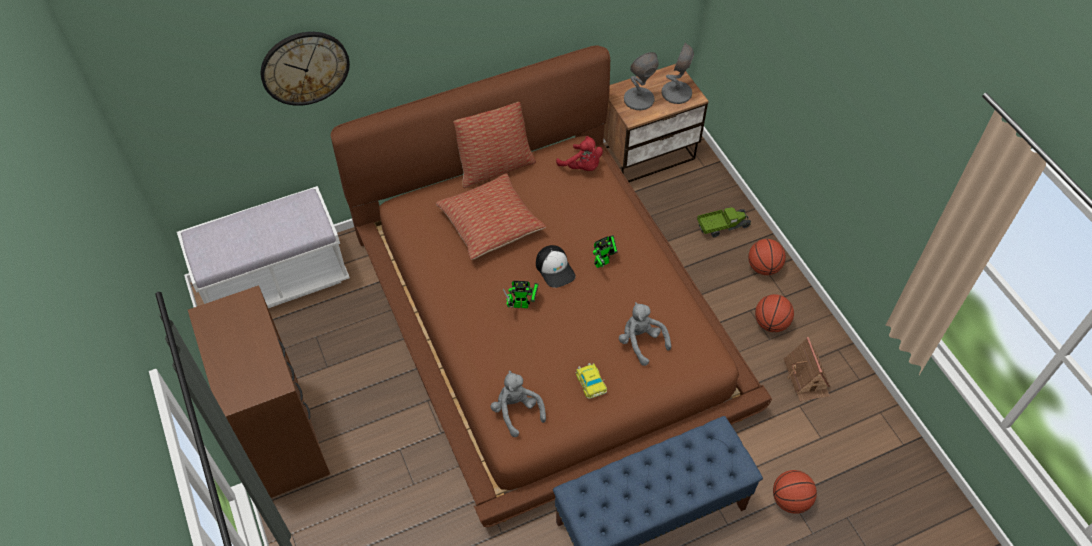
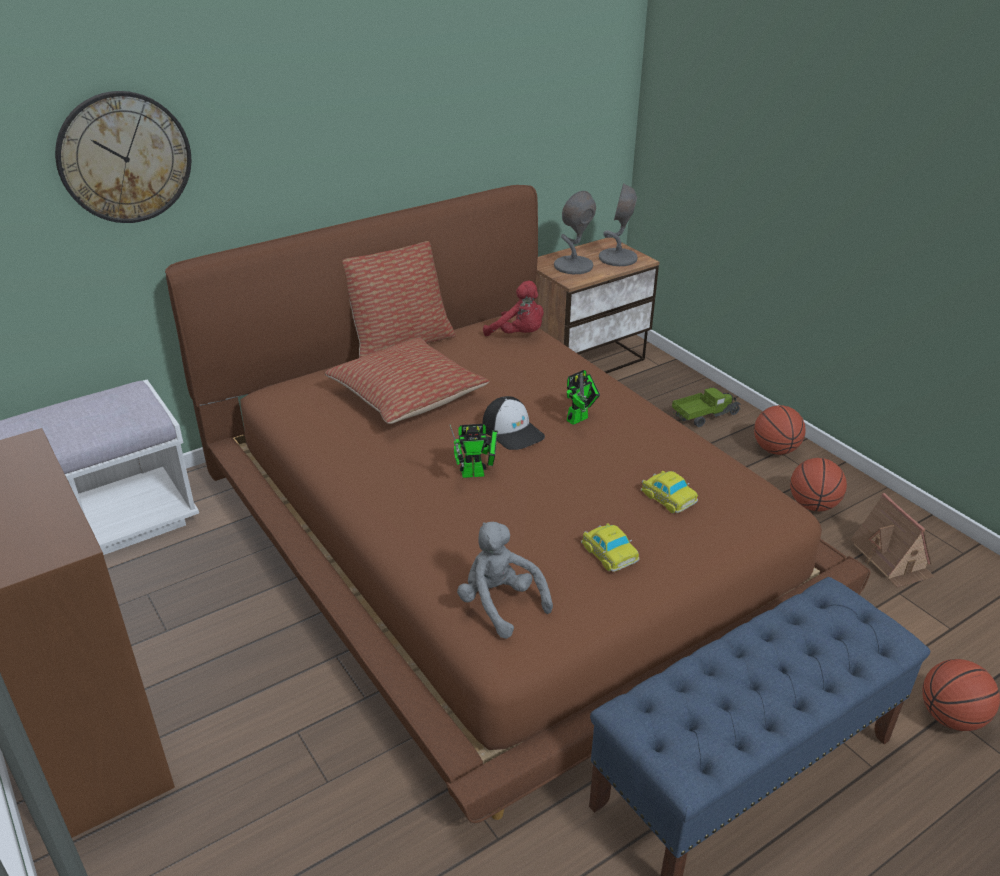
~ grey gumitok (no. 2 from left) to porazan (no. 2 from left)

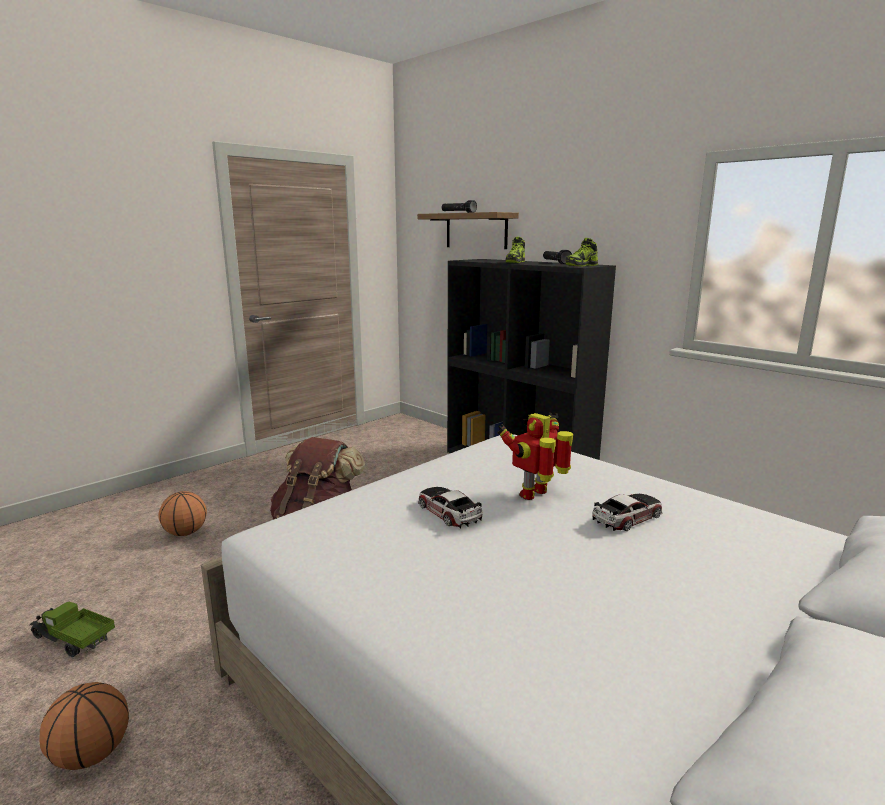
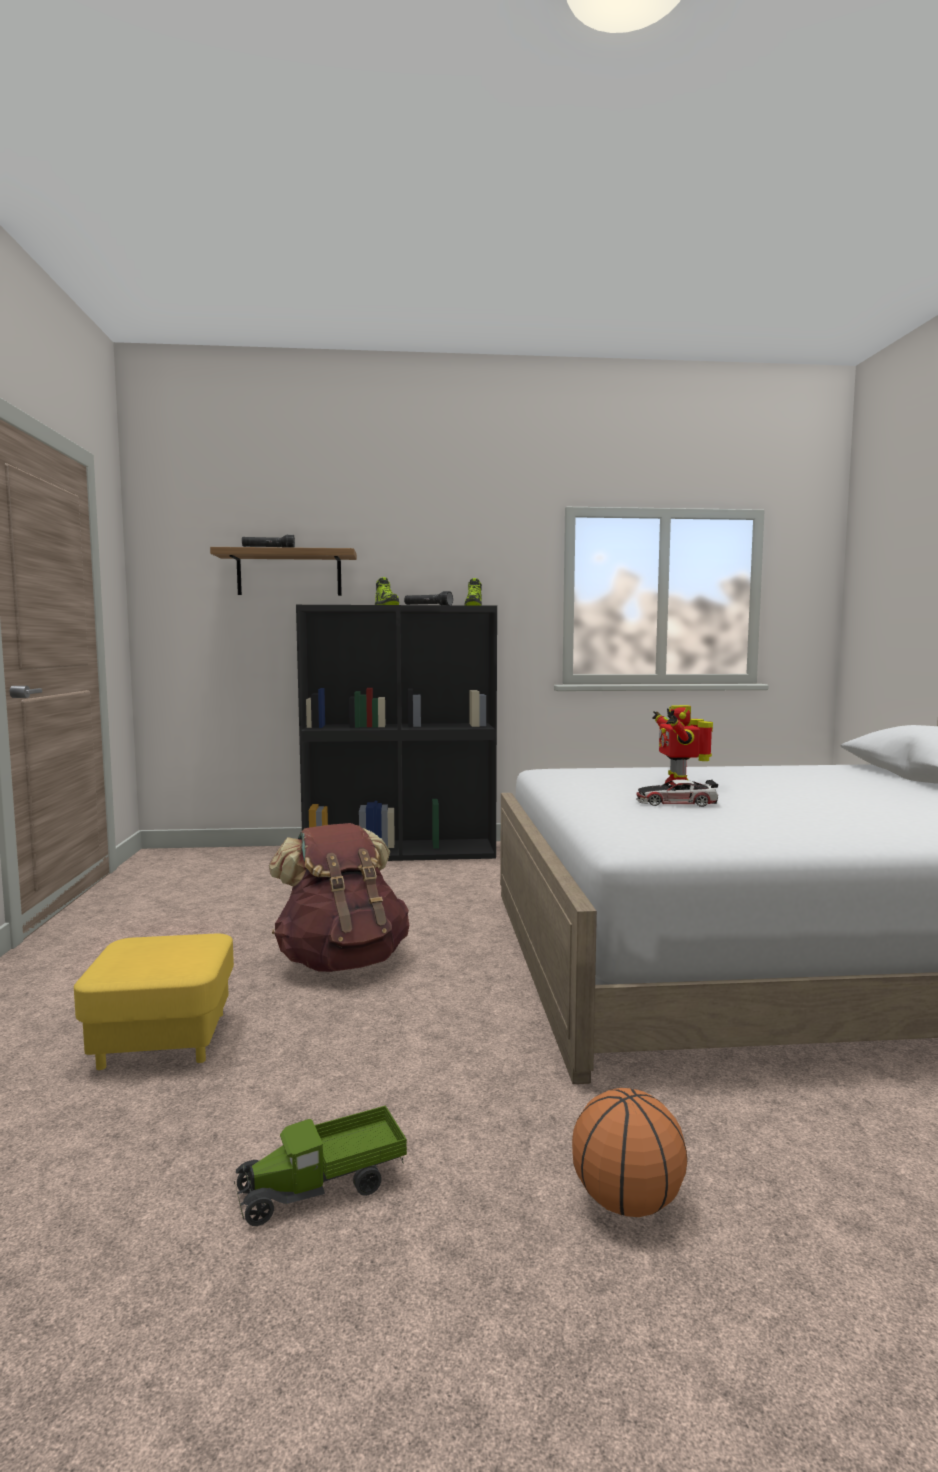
~ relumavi (no. 2 from left) to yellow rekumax
- porazan (no. 2 from left)

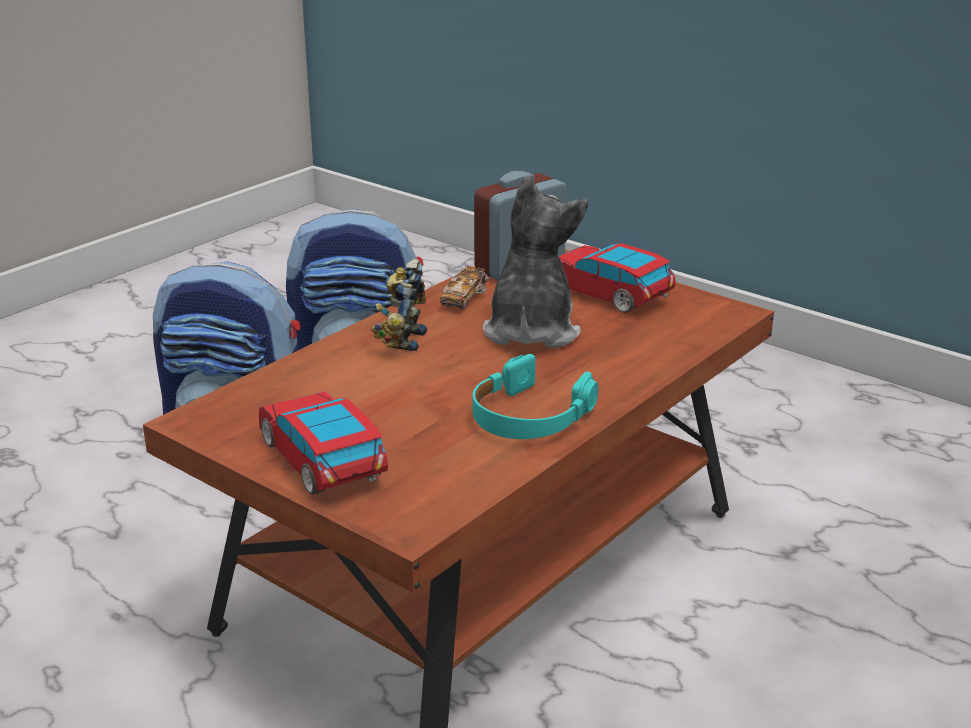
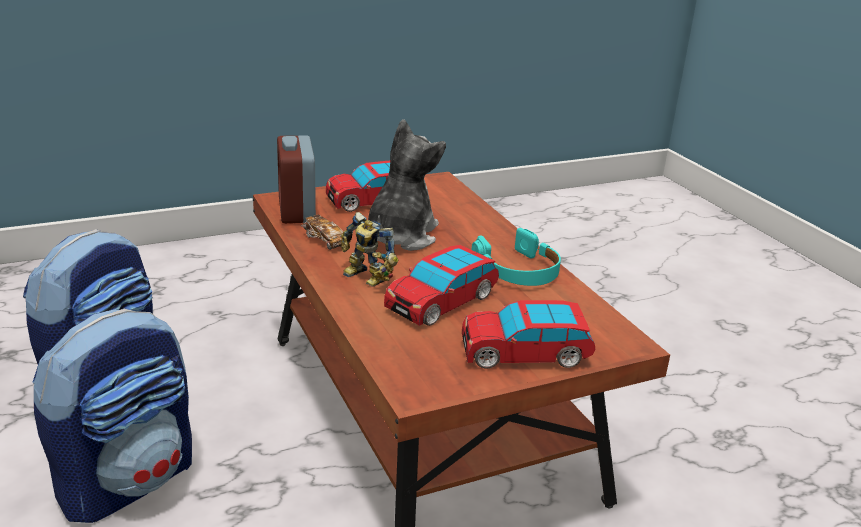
~ gumitok 75 degrees clockwise
+ porazan (no. 3 from left)

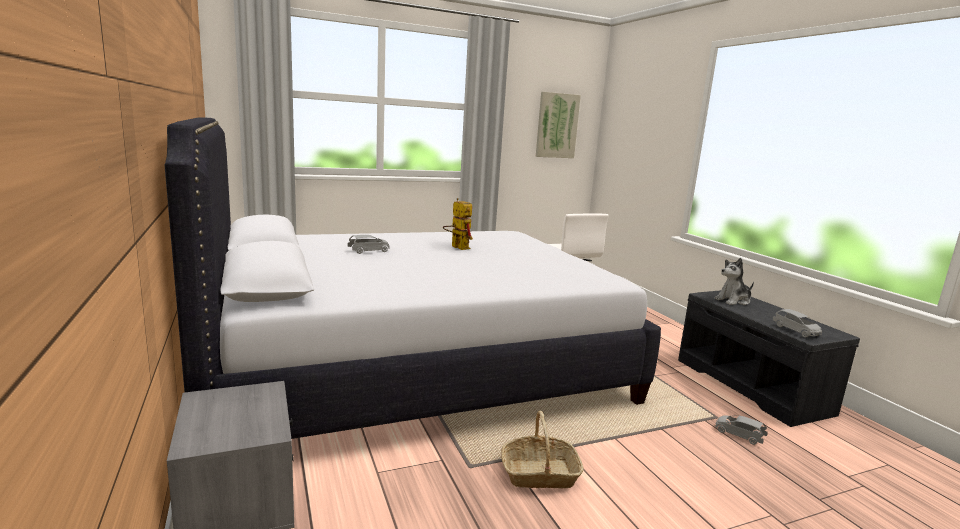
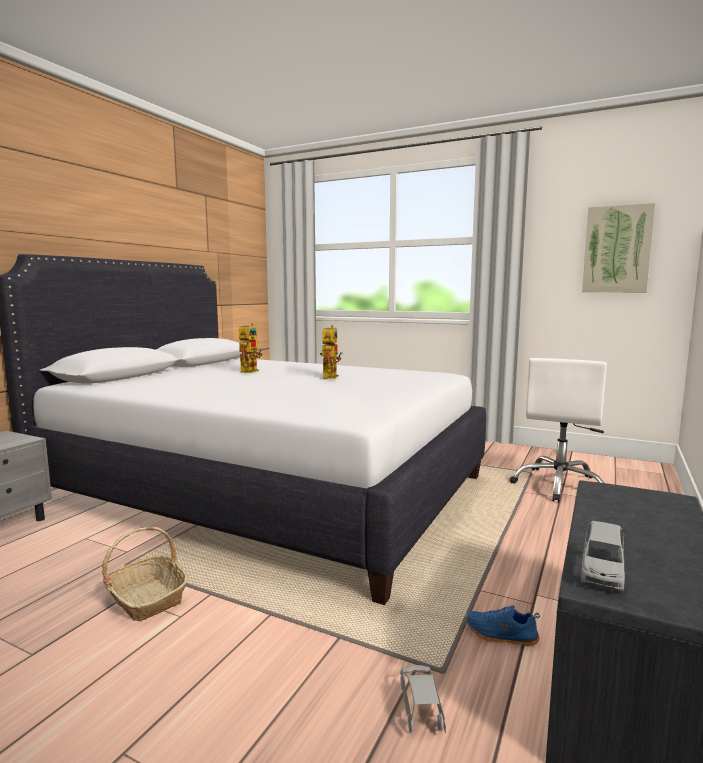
~ grey porazan (no. 1 from left) to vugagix (no. 1 from left)
- gumitok
+ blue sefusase

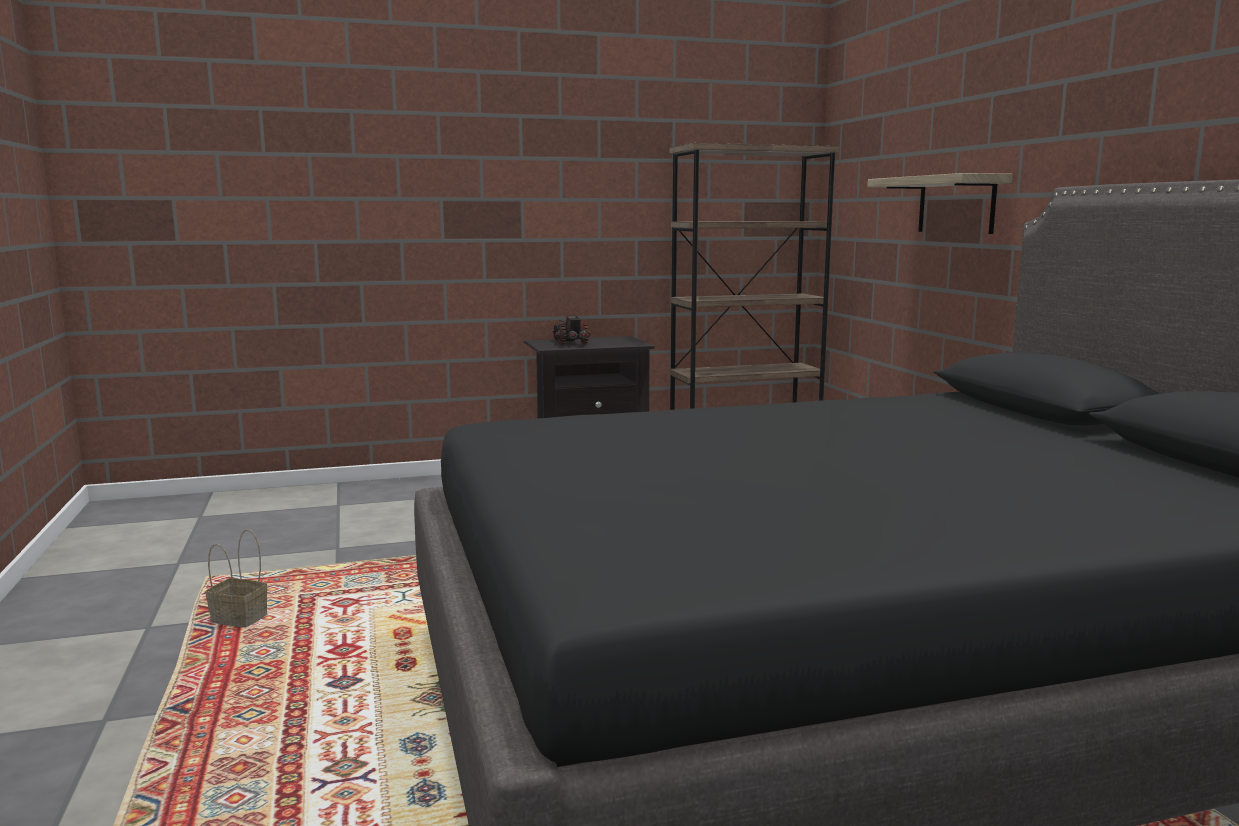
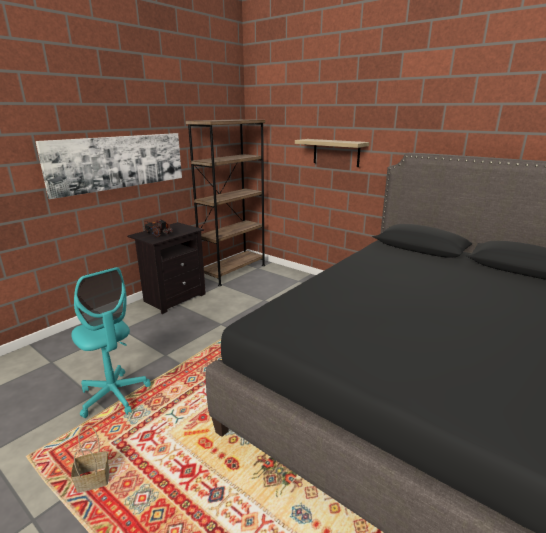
+ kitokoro
+ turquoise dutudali

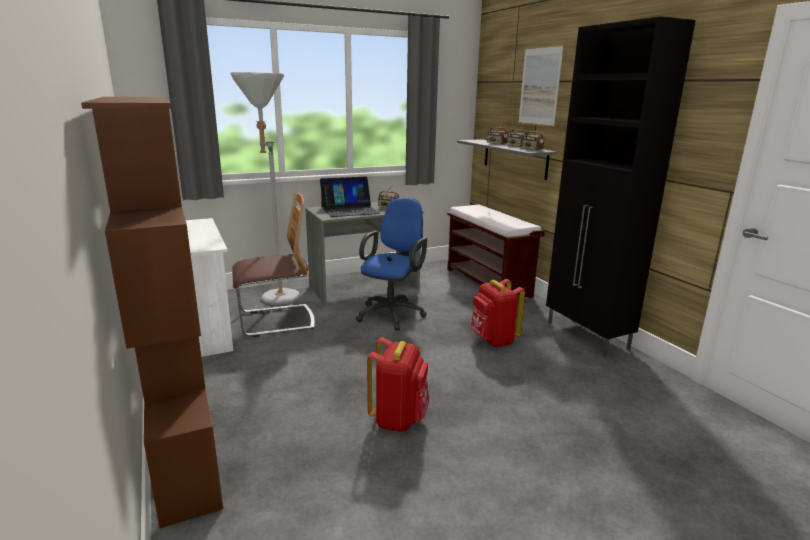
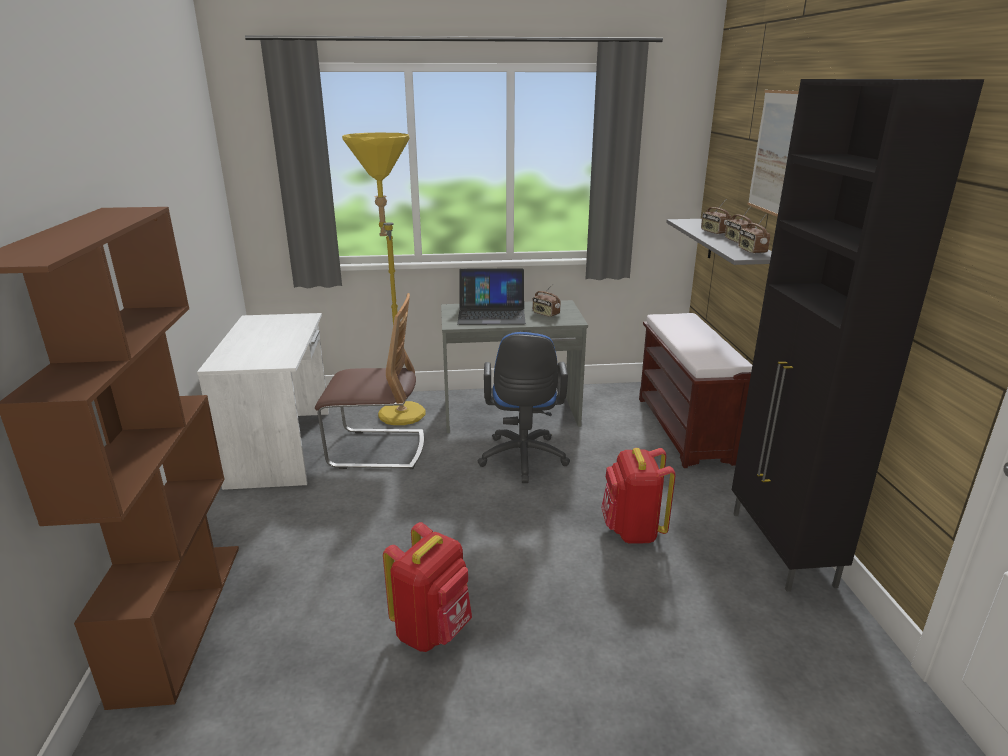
~ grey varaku to yellow varaku
~ blue dutudali 135 degrees clockwise

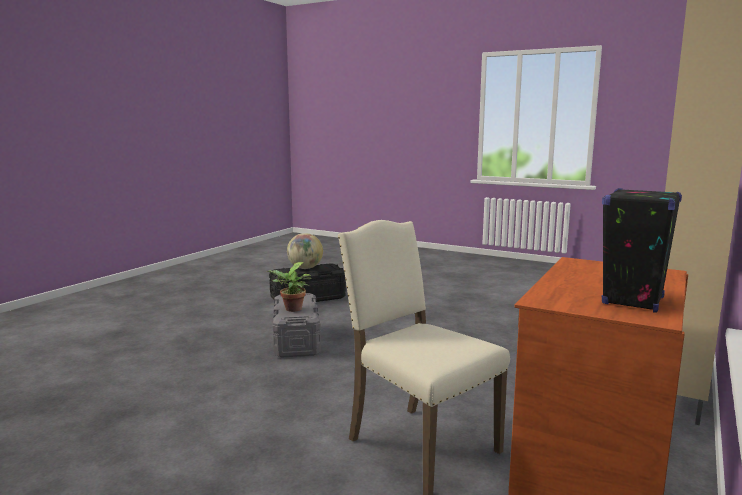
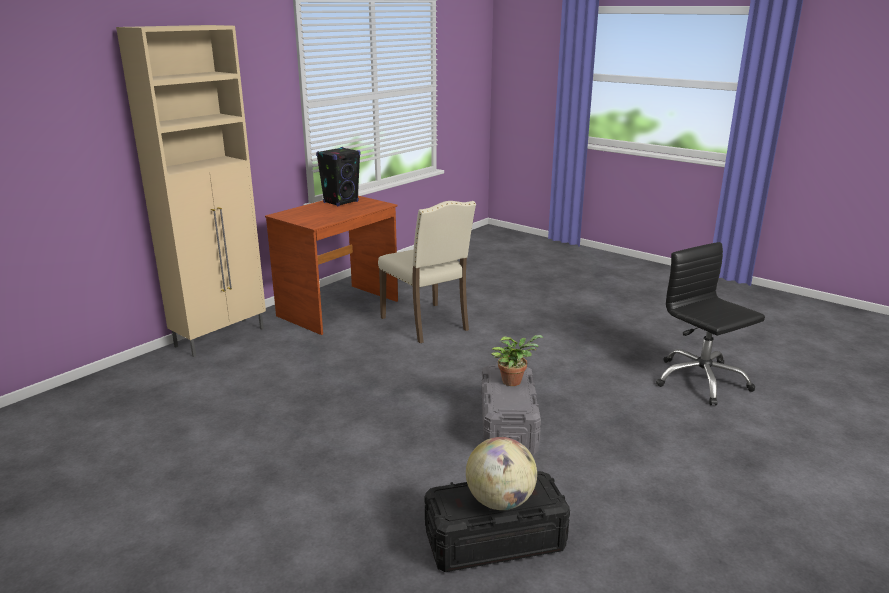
+ black dutudali

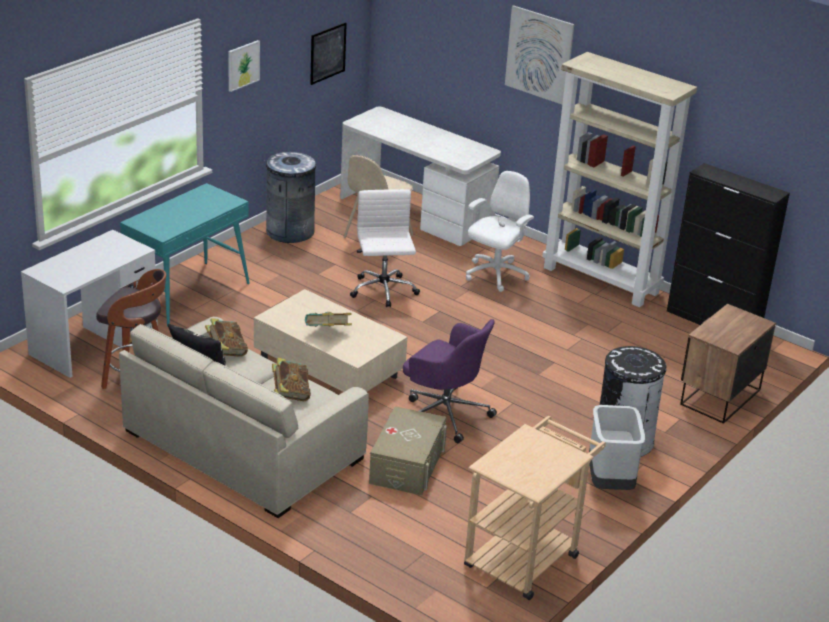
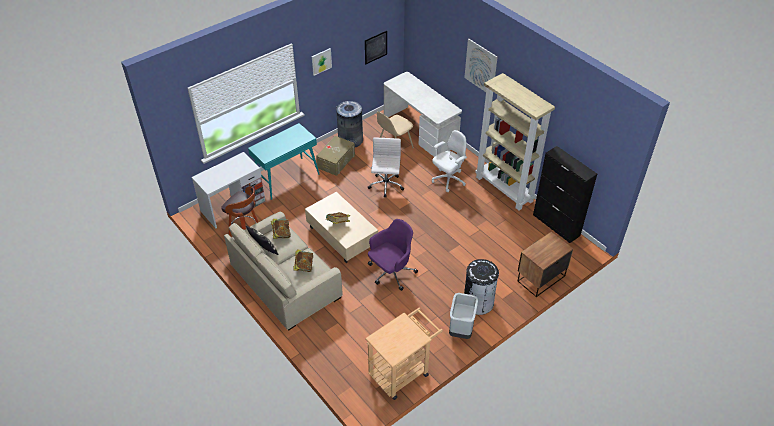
~ purple dutudali 90 degrees counterclockwise
~ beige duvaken

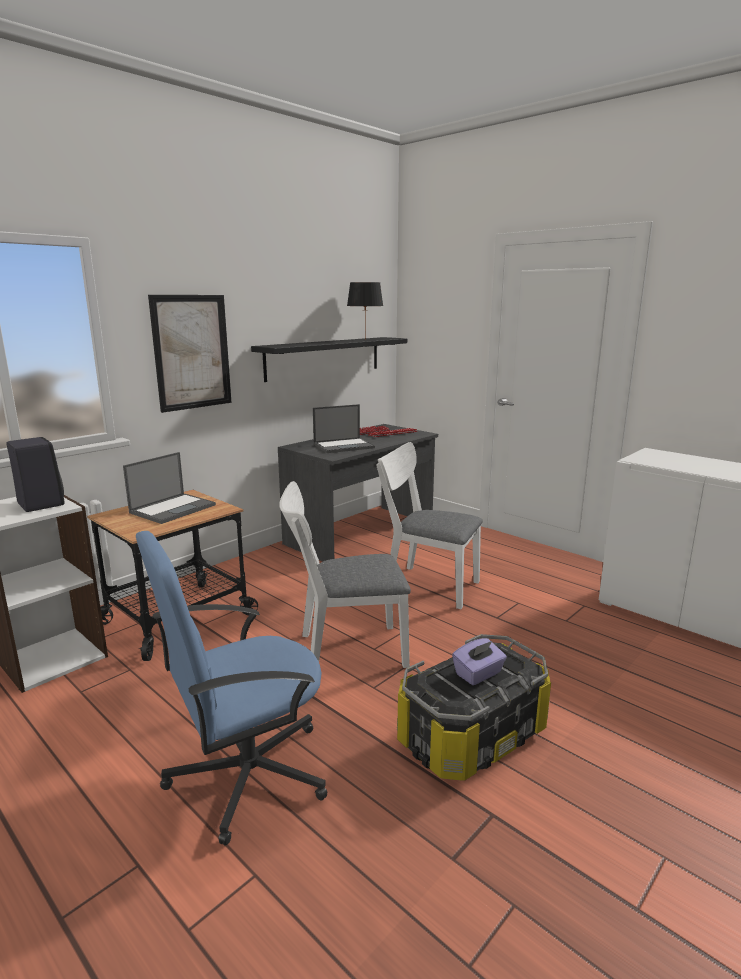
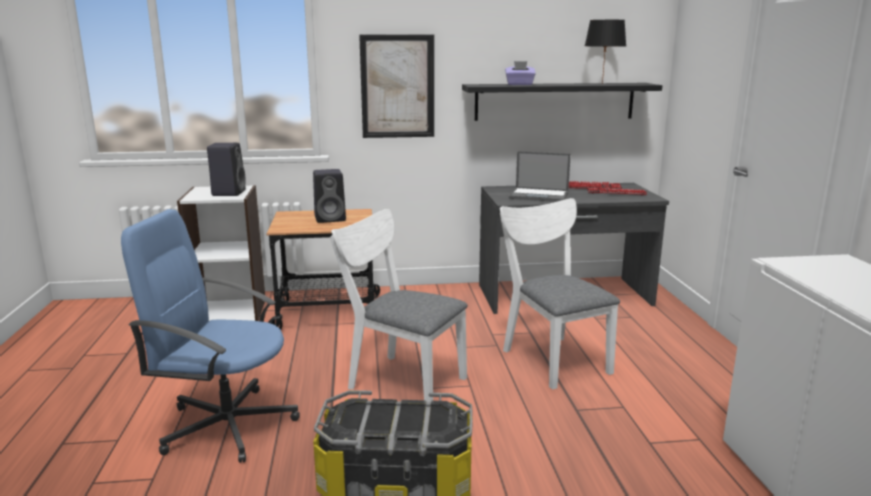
~ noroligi (no. 1 from left) to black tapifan (no. 2 from left)
~ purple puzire

